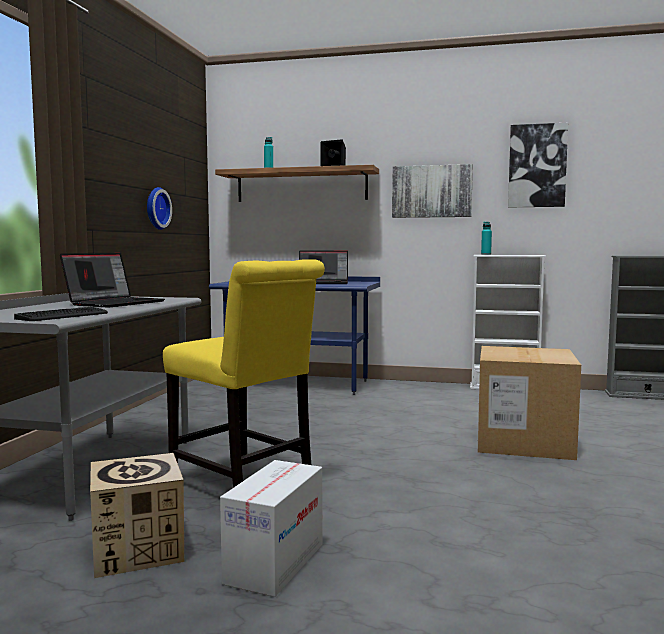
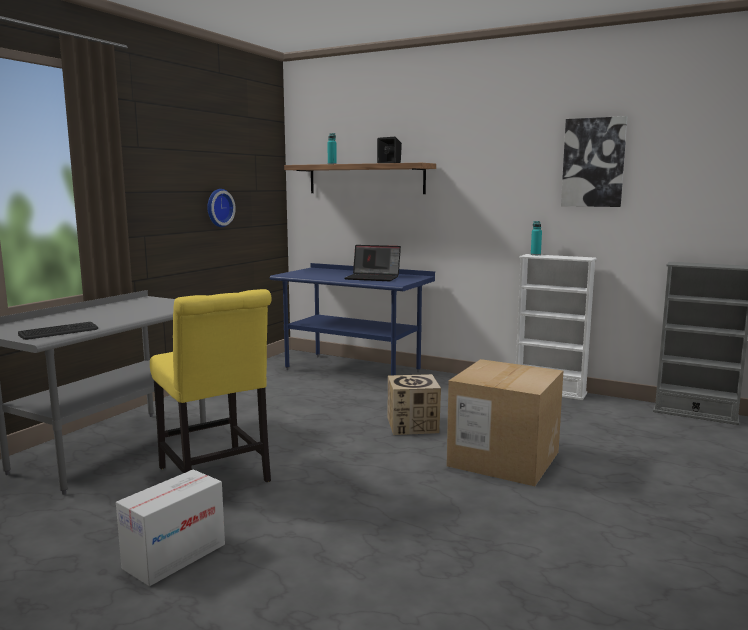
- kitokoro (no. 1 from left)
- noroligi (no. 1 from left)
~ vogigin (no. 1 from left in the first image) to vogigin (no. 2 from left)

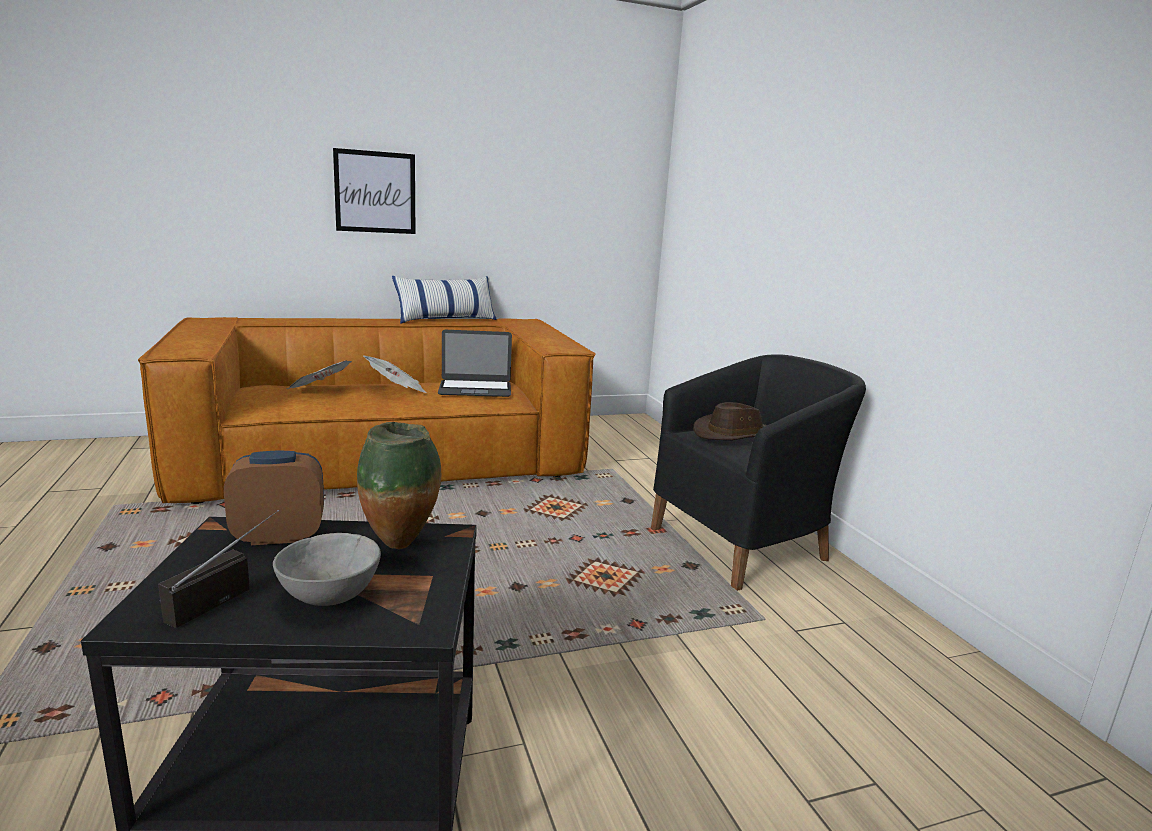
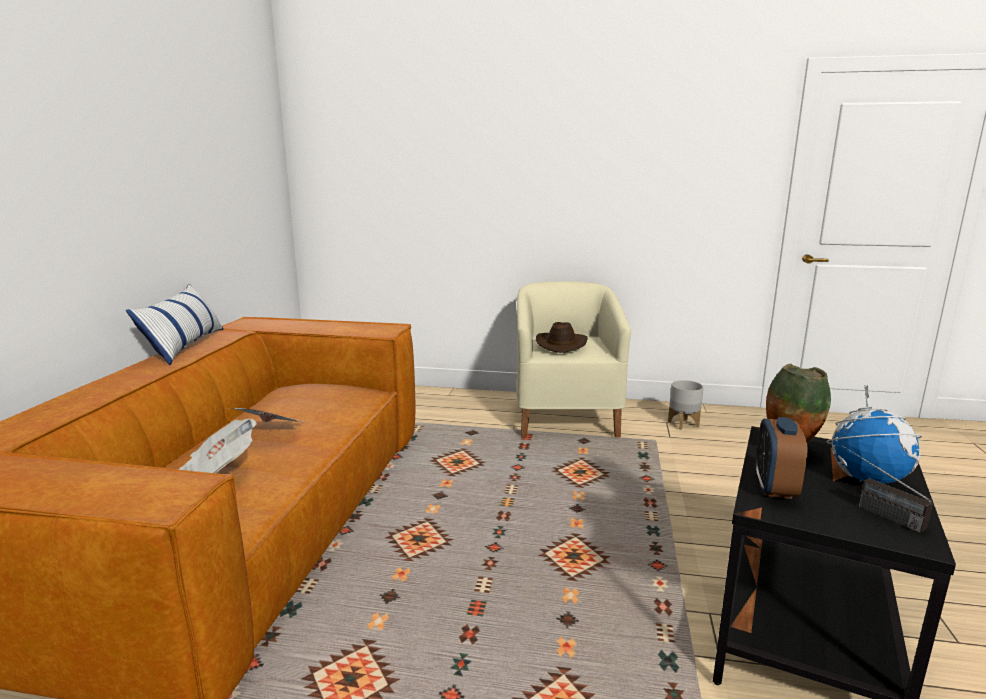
- kitokoro
- noroligi
~ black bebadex to beige bebadex
~ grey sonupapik to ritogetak
+ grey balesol

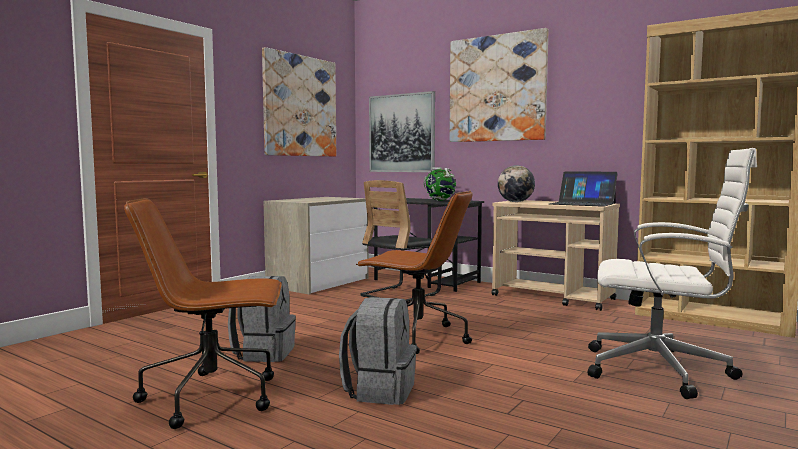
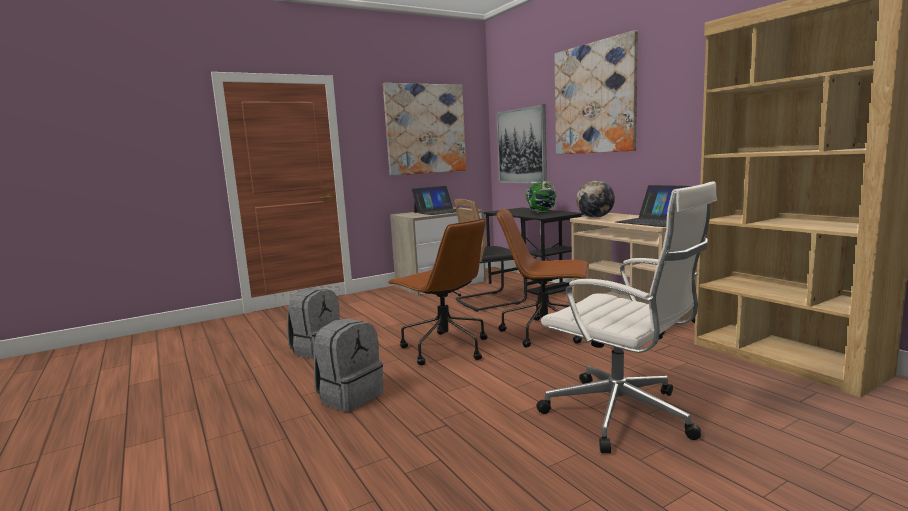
~ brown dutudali (no. 1 from left in the first image) to brown dutudali (no. 2 from left)
+ noroligi (no. 1 from left)

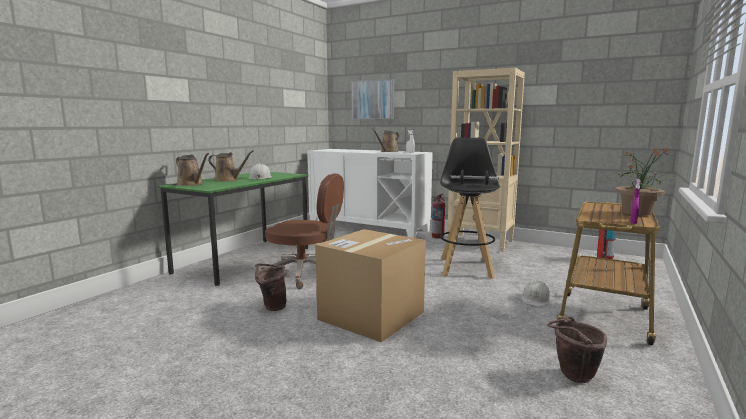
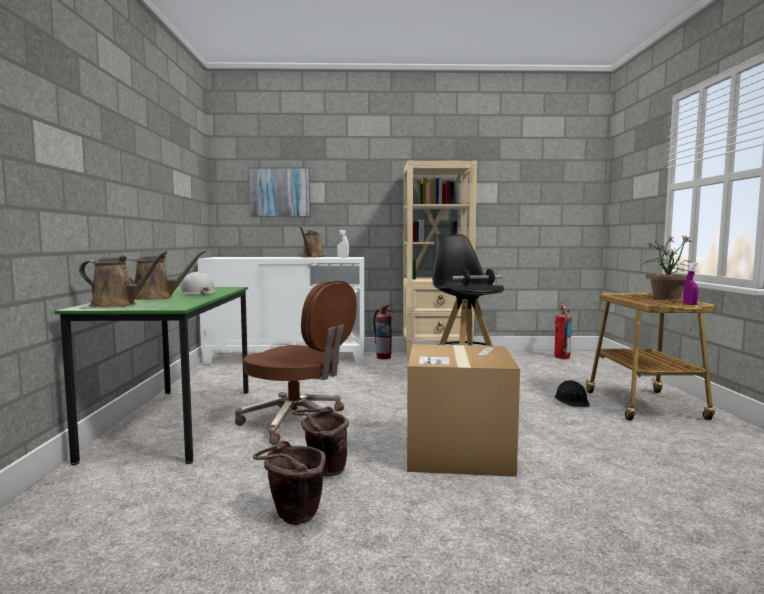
~ brown dutudali 45 degrees clockwise
~ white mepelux (no. 2 from left) to black mepelux
~ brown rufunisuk (no. 2 from left in the first image) to brown rufunisuk (no. 1 from left)

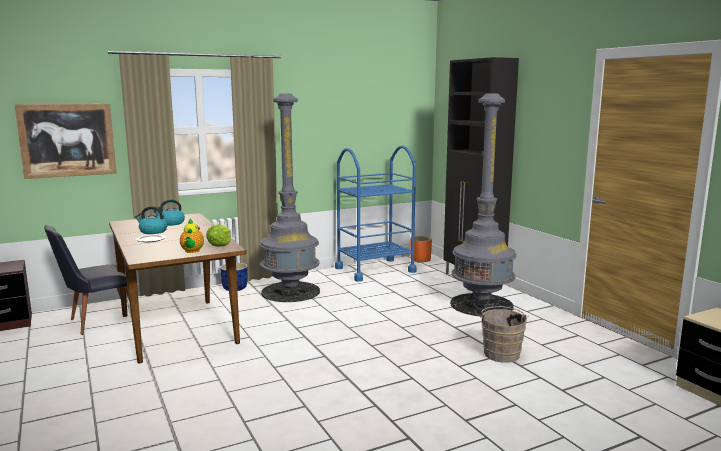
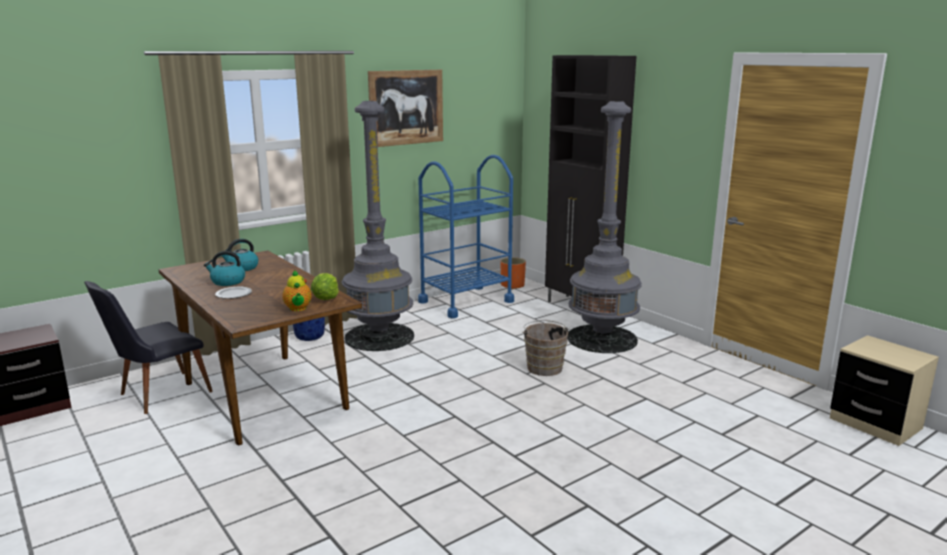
~ kitokoro
~ brown rufunisuk

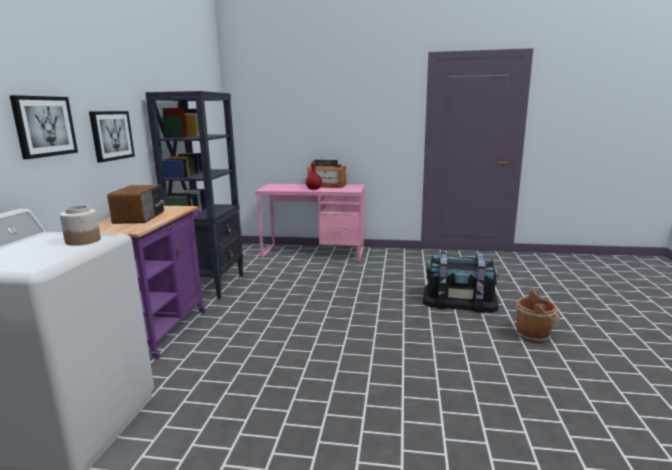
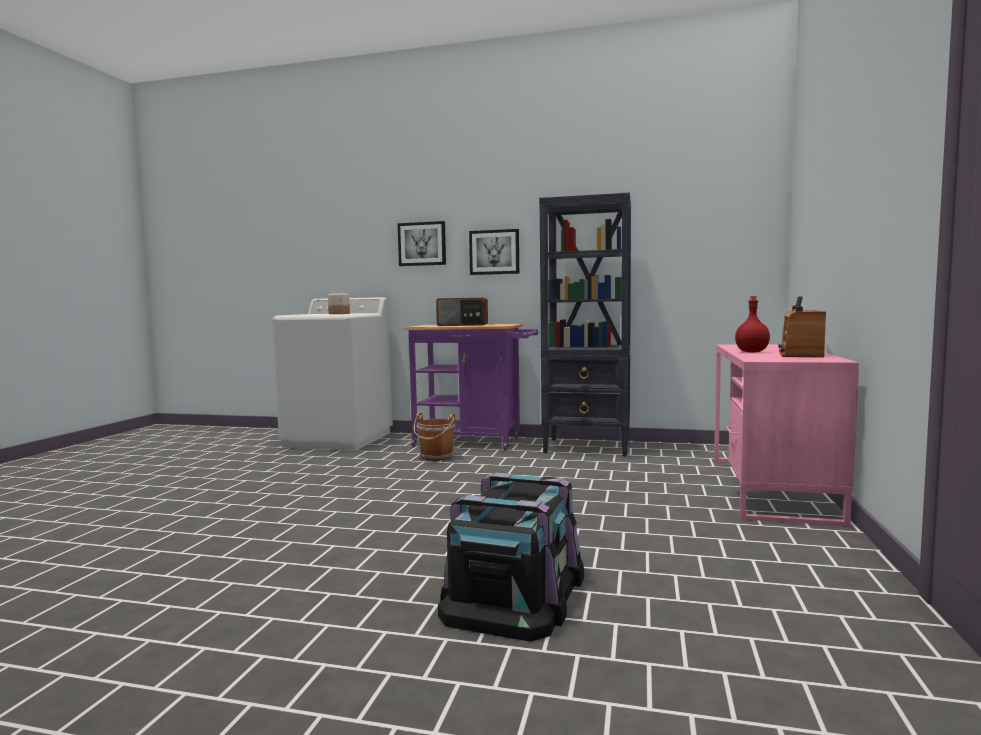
~ brown rufunisuk

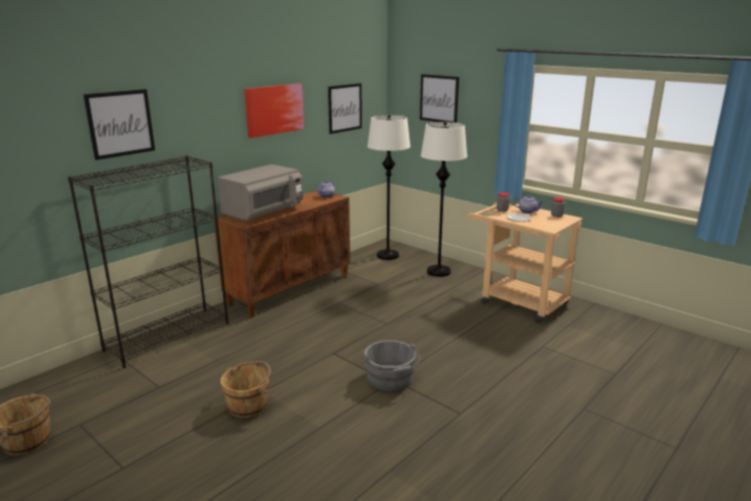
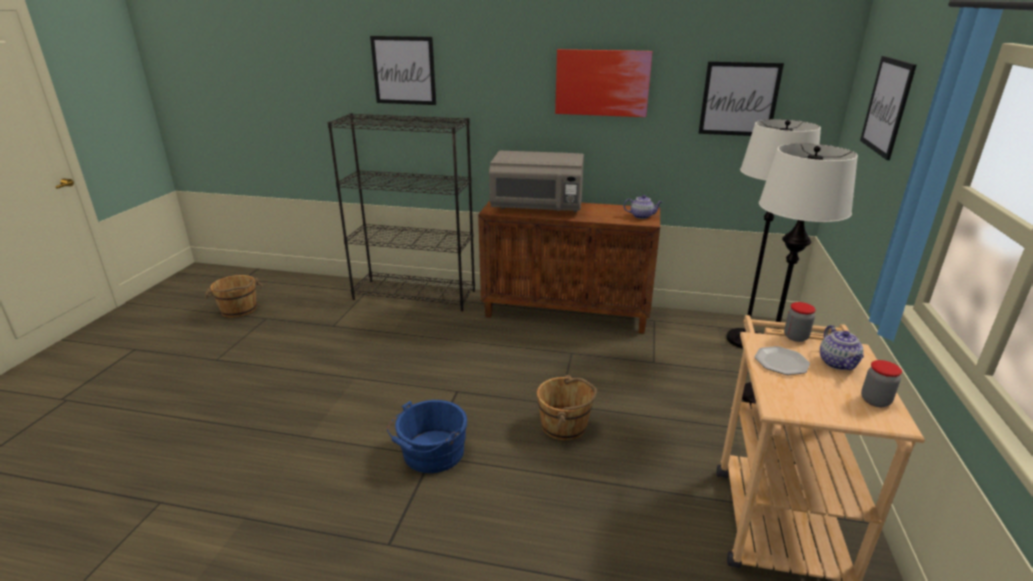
~ grey rufunisuk to blue rufunisuk
~ brown rufunisuk (no. 2 from left)

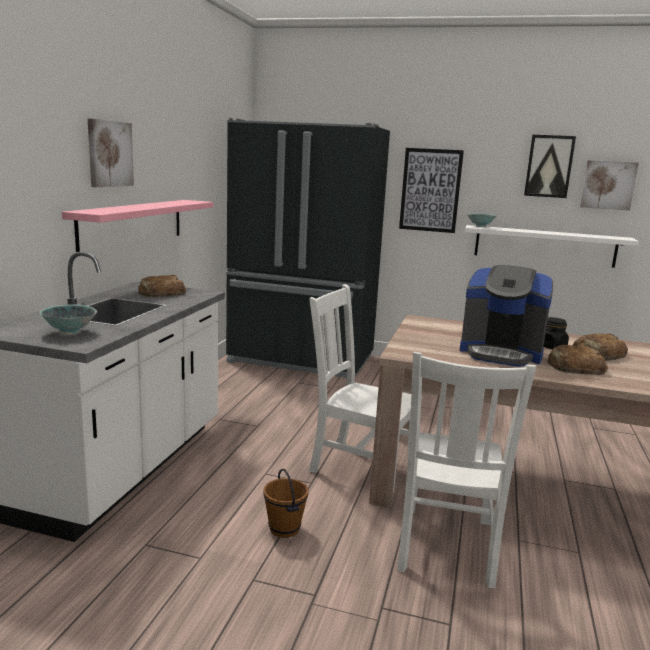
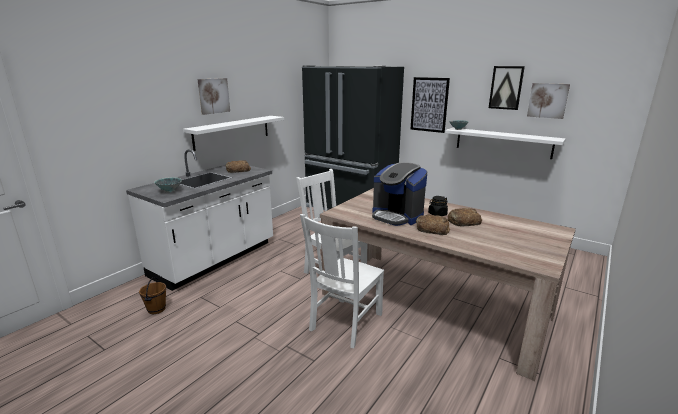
~ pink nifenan to white nifenan (no. 1 from left)
~ brown rufunisuk

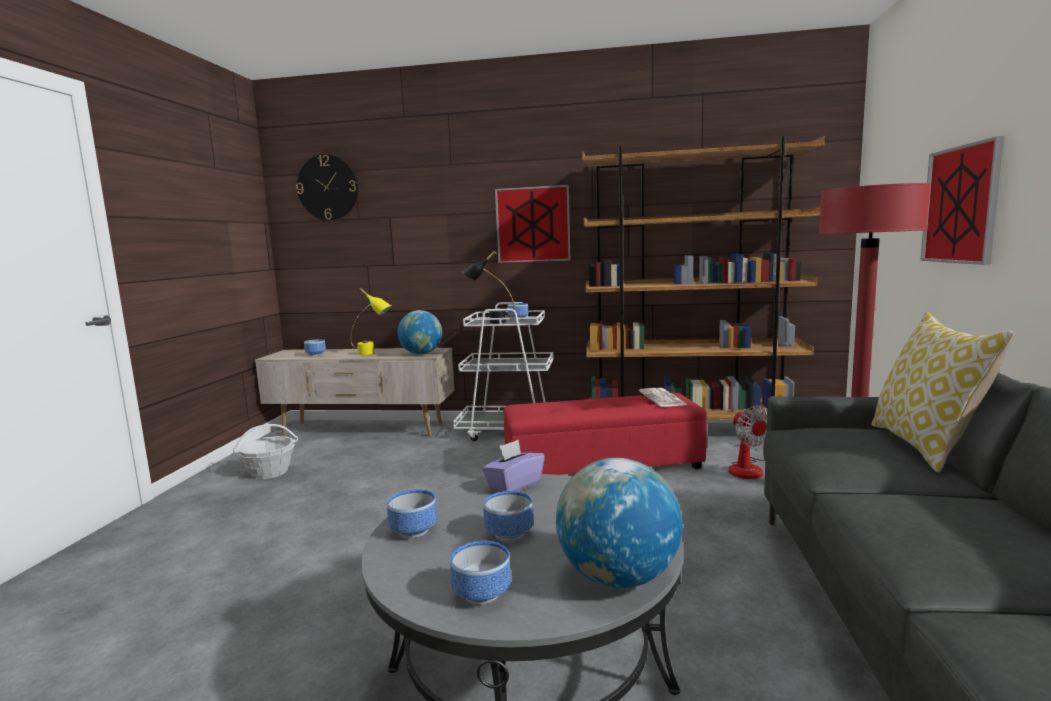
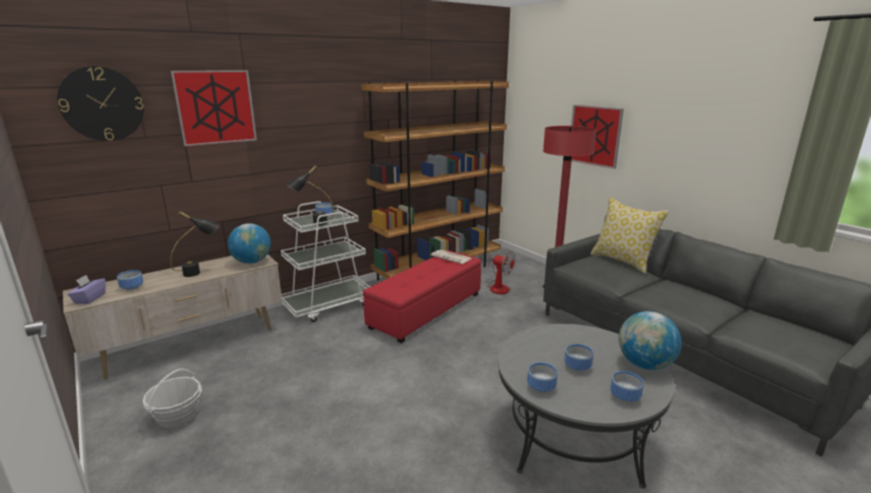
~ kitokoro (no. 1 from left)
~ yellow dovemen to black dovemen (no. 1 from left)
~ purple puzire

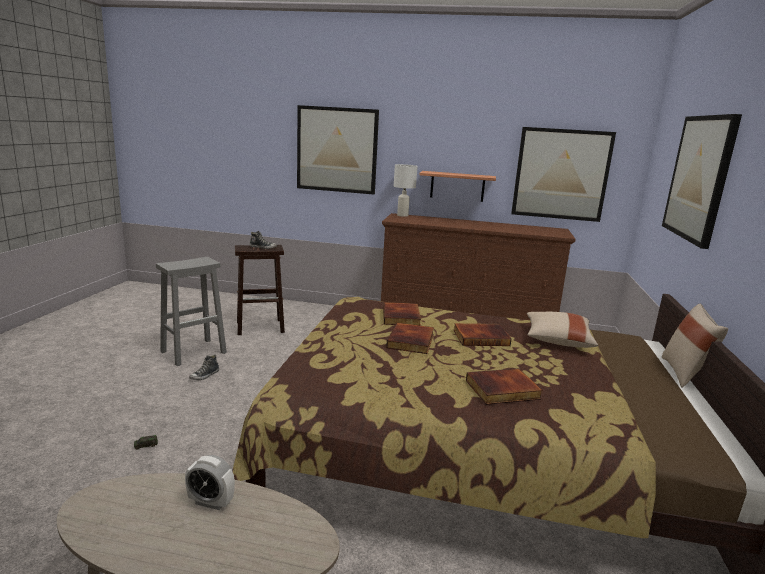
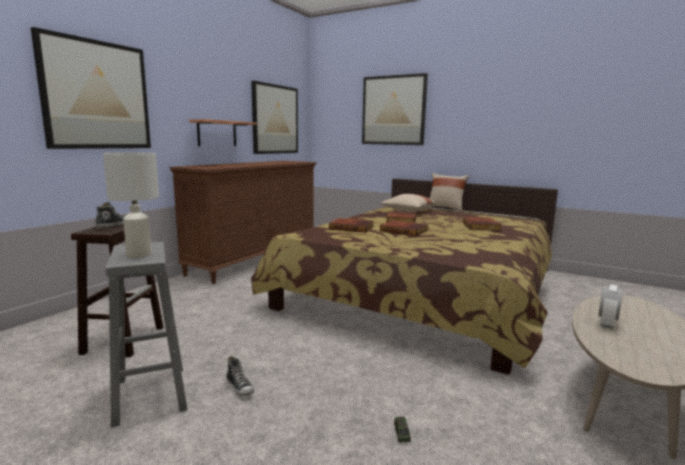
~ white dovemen

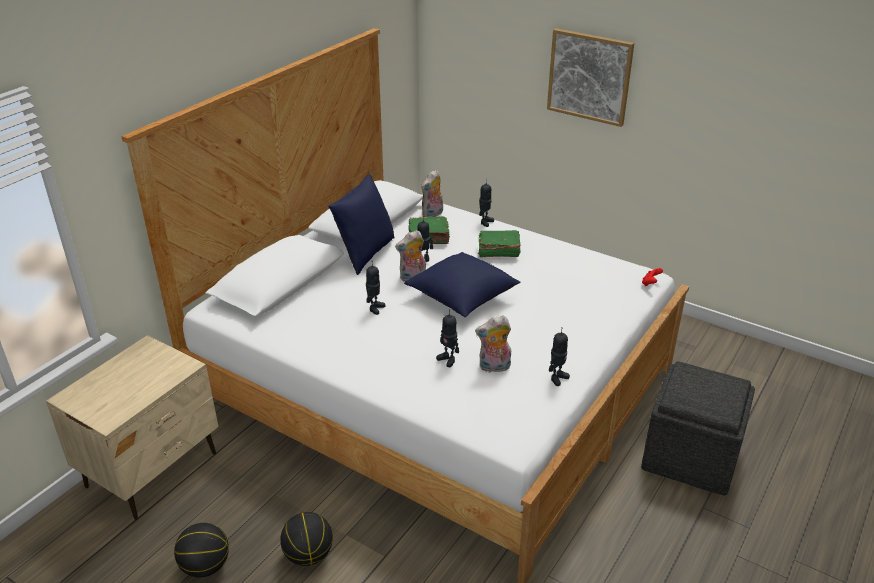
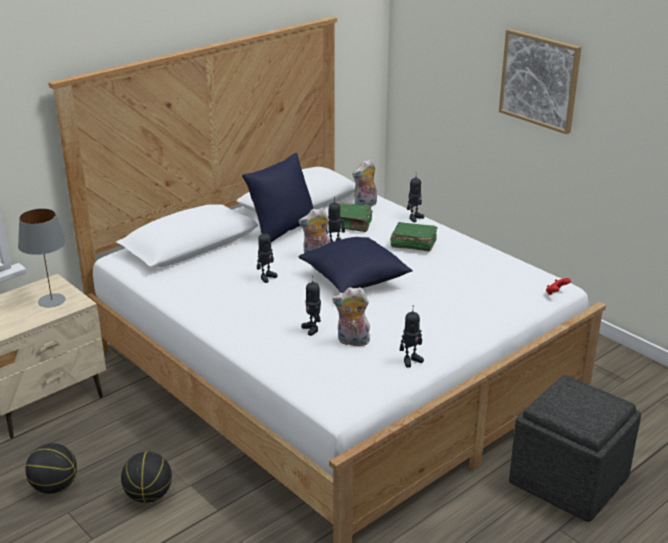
+ grey dovemen

